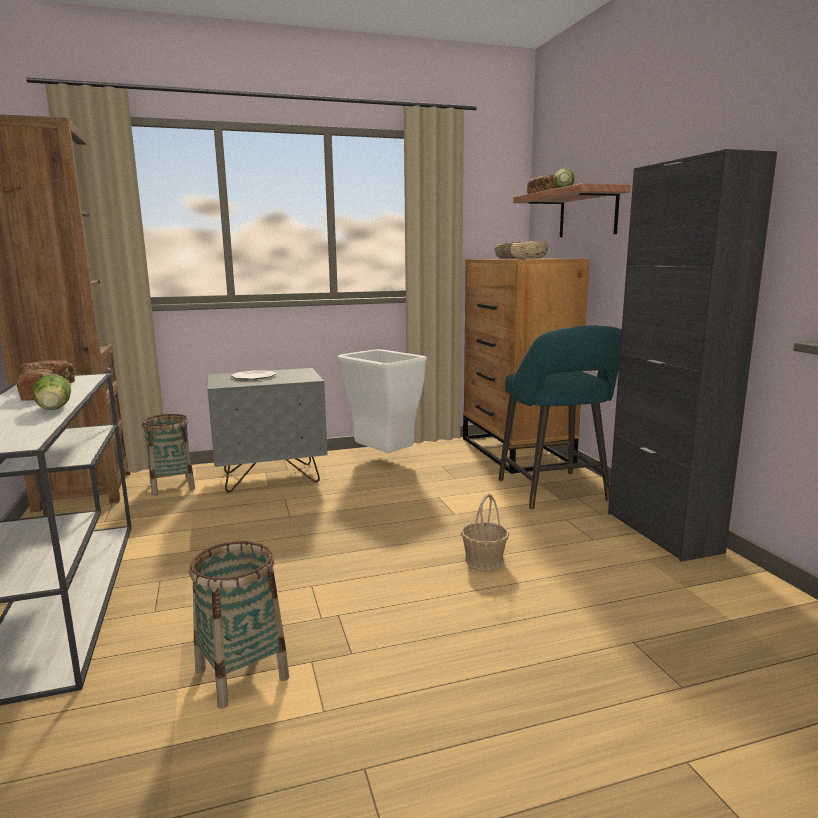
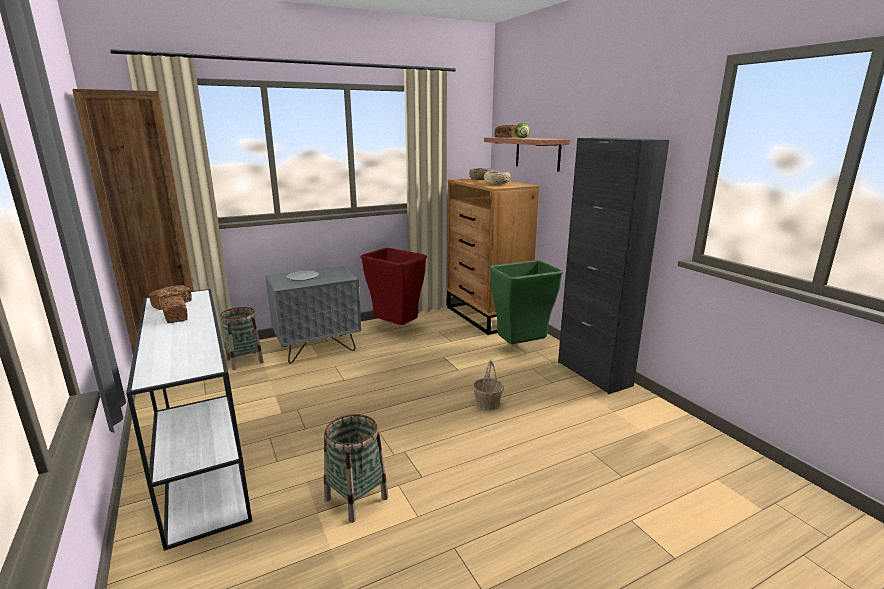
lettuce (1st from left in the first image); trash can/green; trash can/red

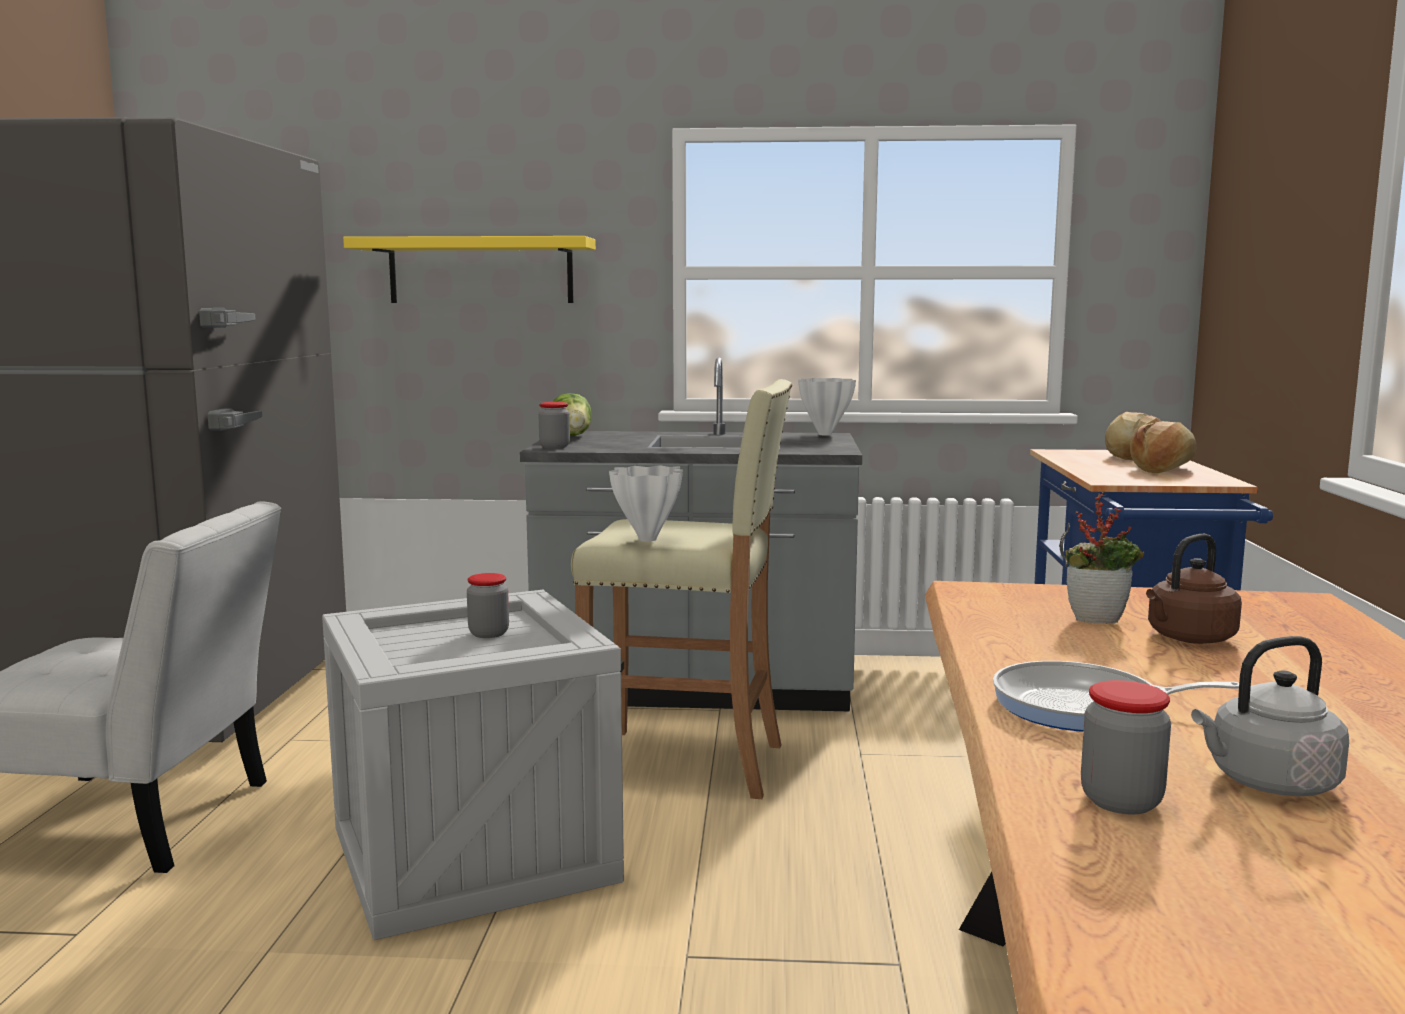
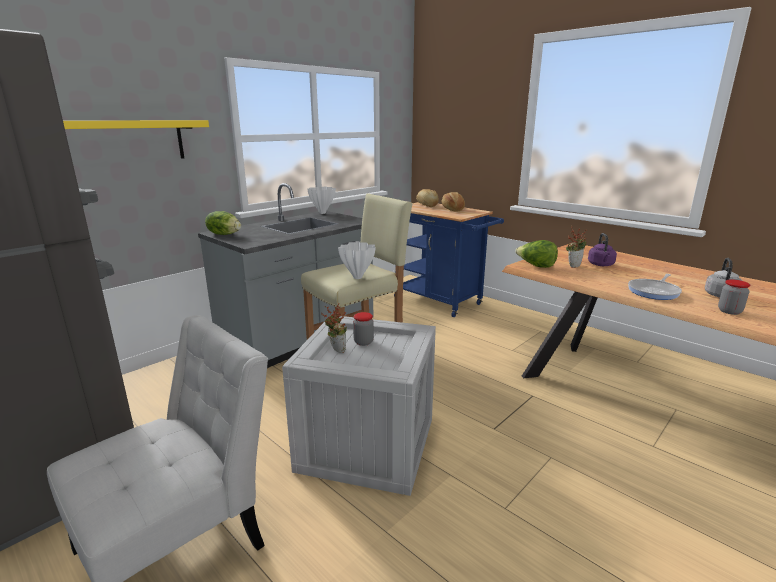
jar (2nd from left in the first image); potted plant (1st from left); lettuce (2nd from left); kettle/purple

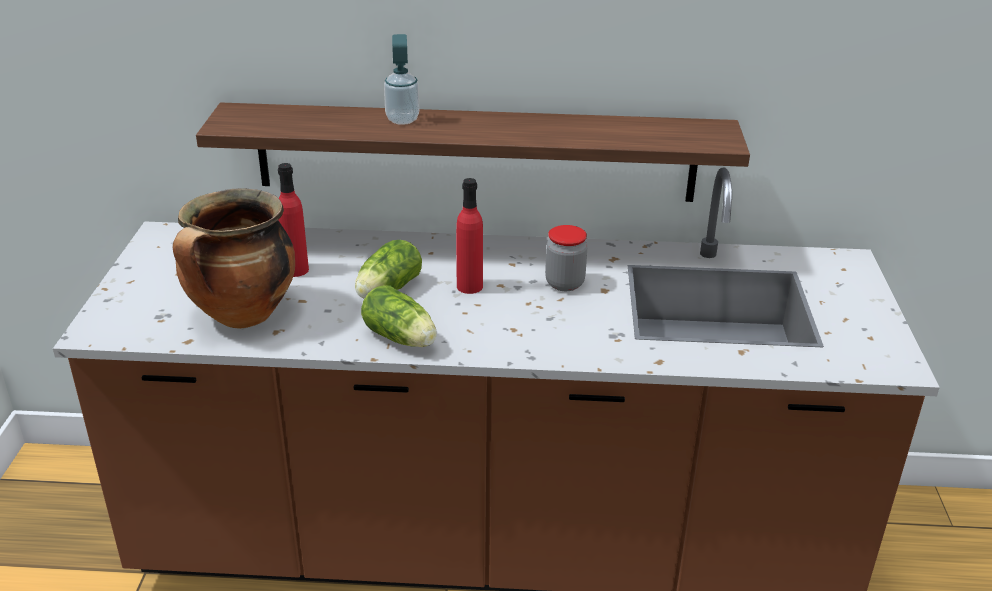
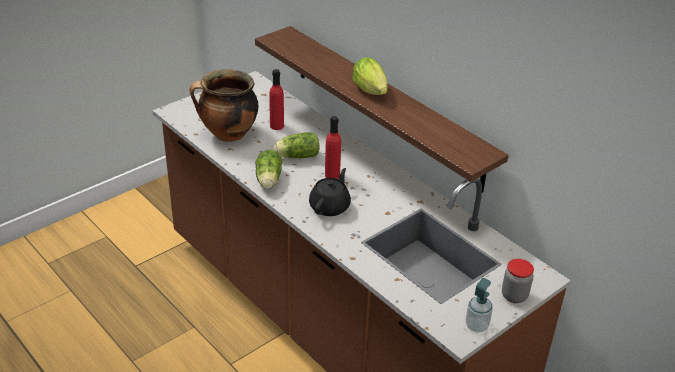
teapot/black; lettuce (3rd from left); soap dispenser; jar

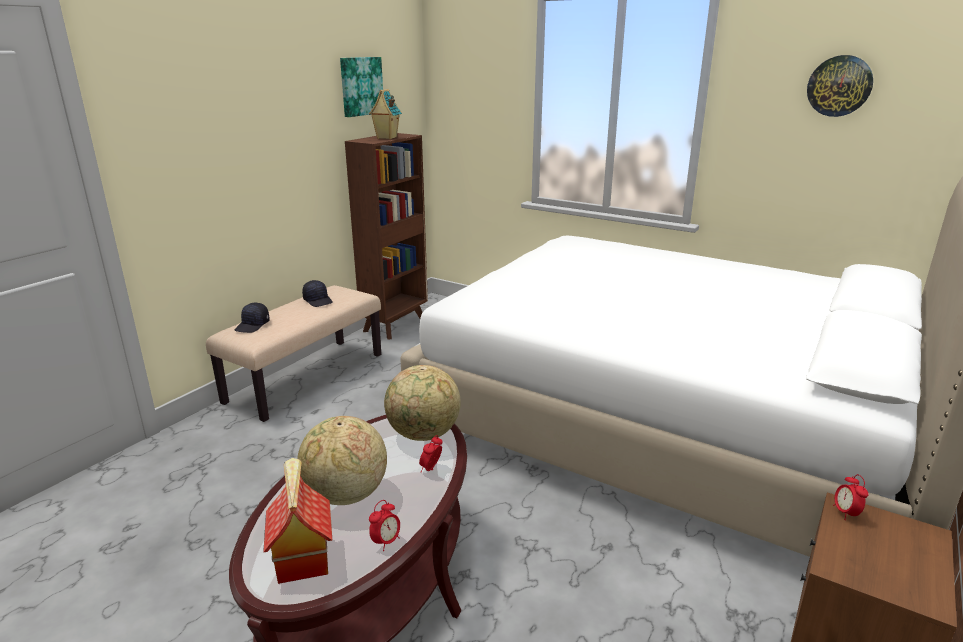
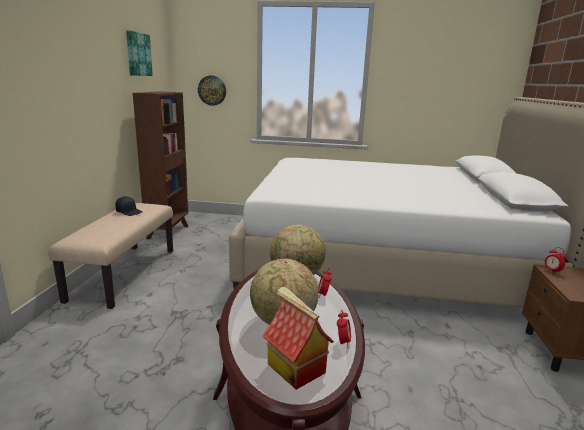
cap/black (1st from left in the first image); toy house (2nd from left in the first image); wall clock

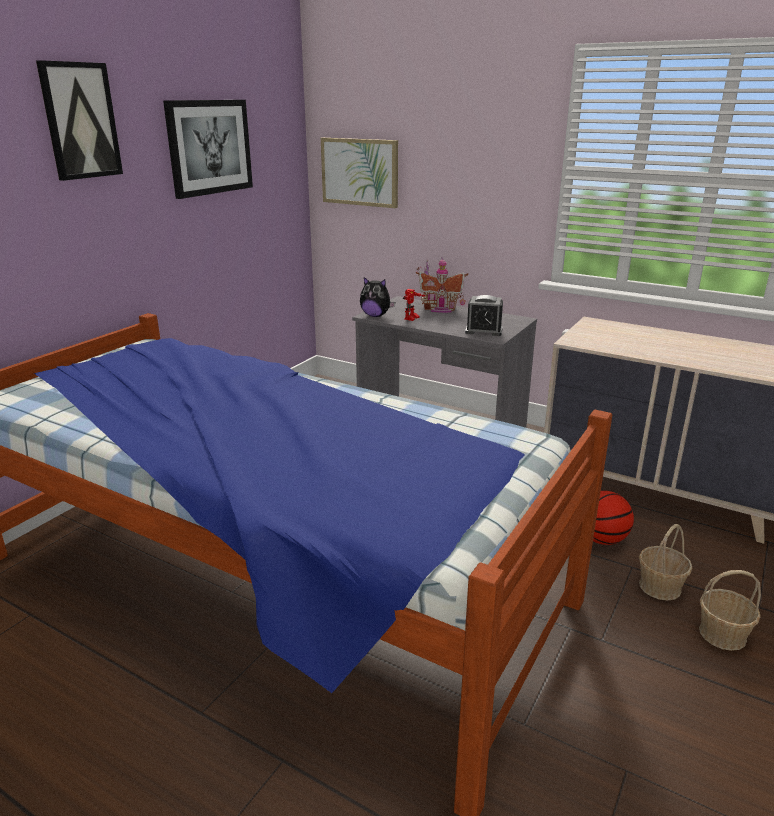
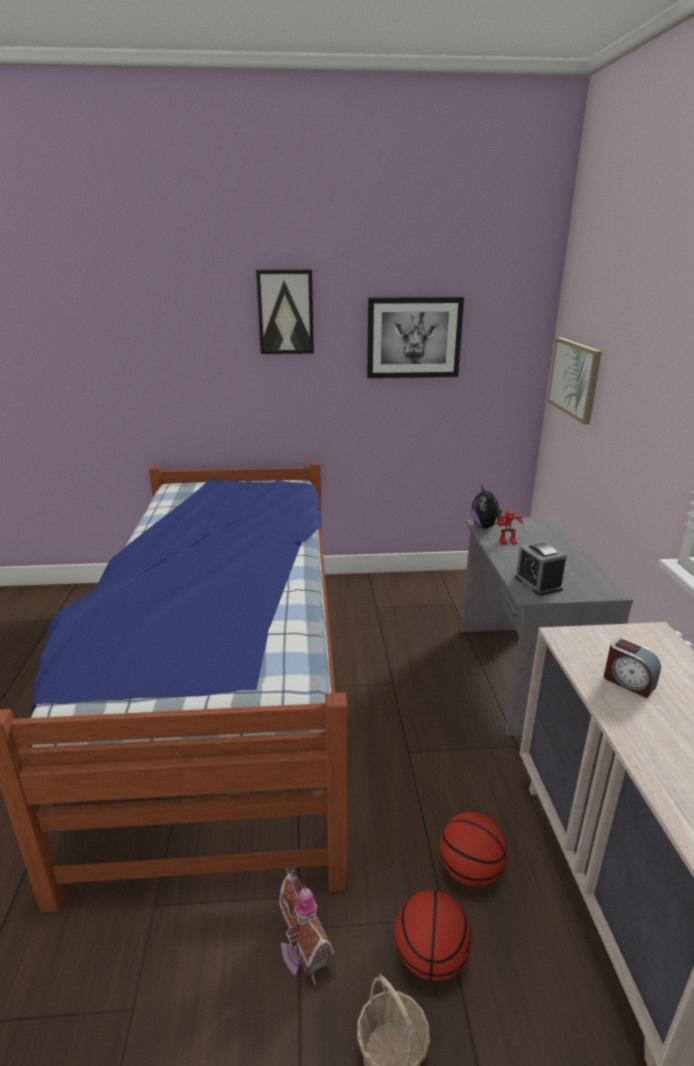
alarm clock (2nd from left); toy house; basketball (1st from left)

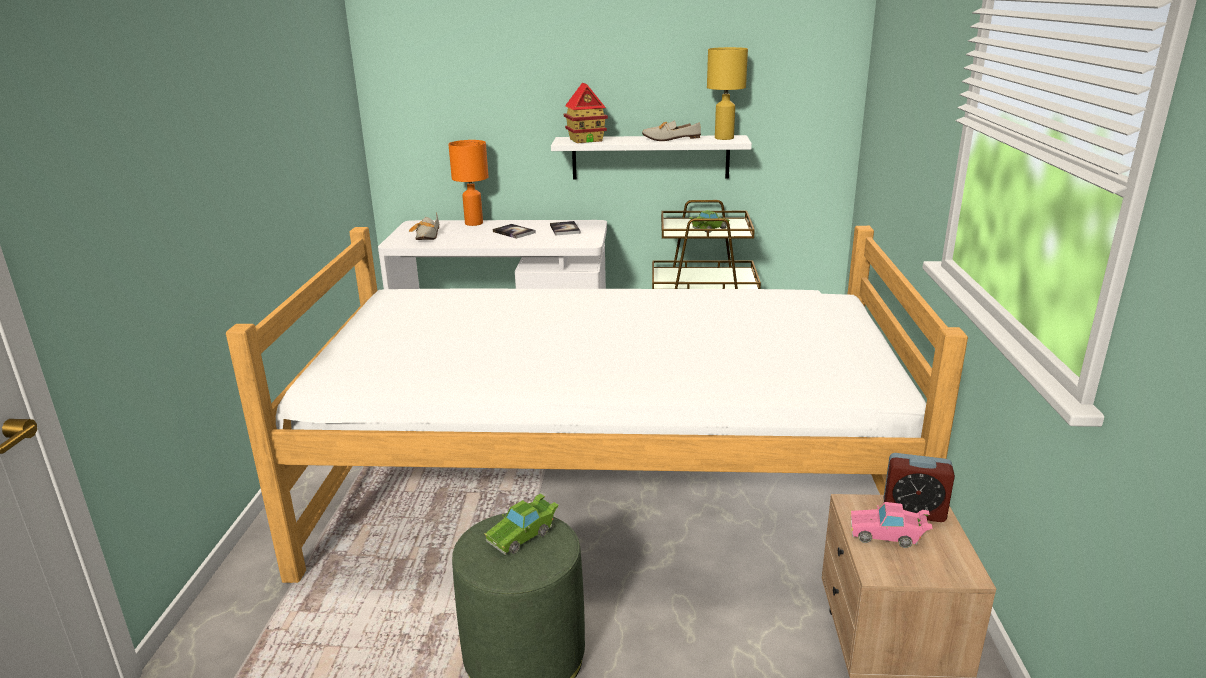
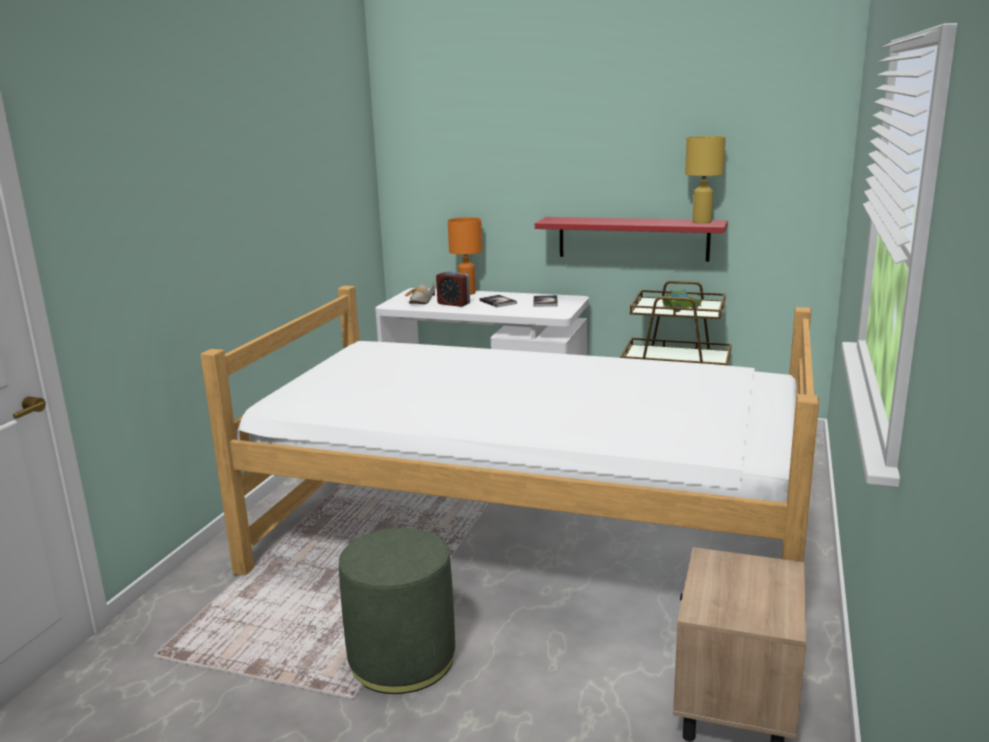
toy car/green (1st from left in the first image); toy house; shoe (2nd from left in the first image); toy car/pink; alarm clock; shelf/red

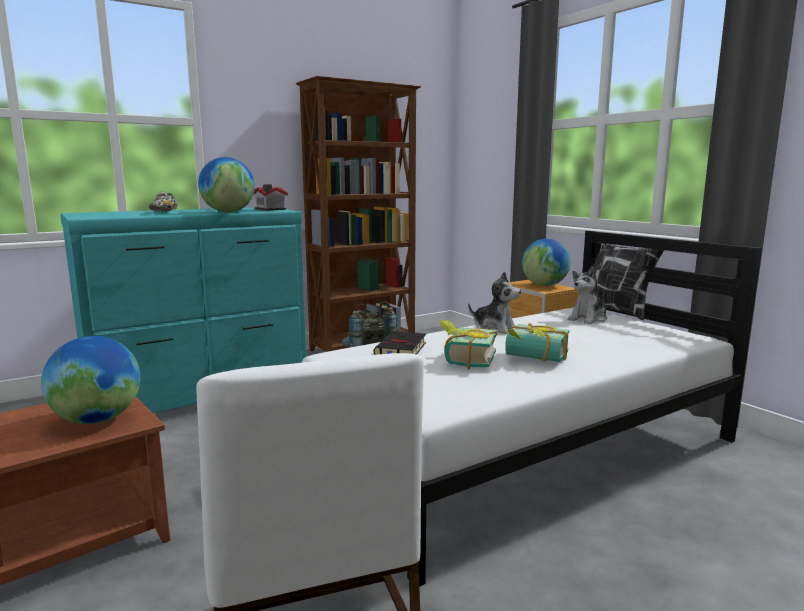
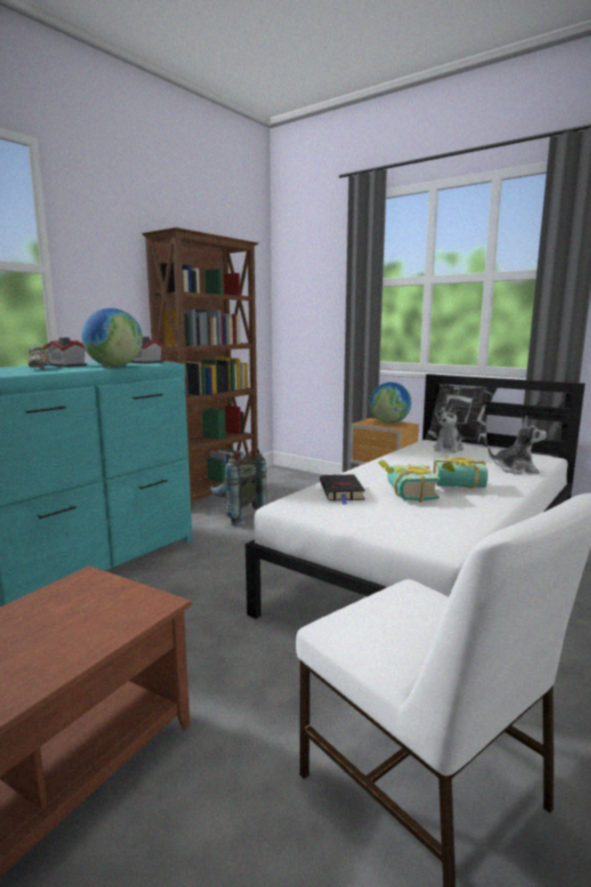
globe (1st from left in the first image); toy house (1st from left); plush toy (2nd from left)

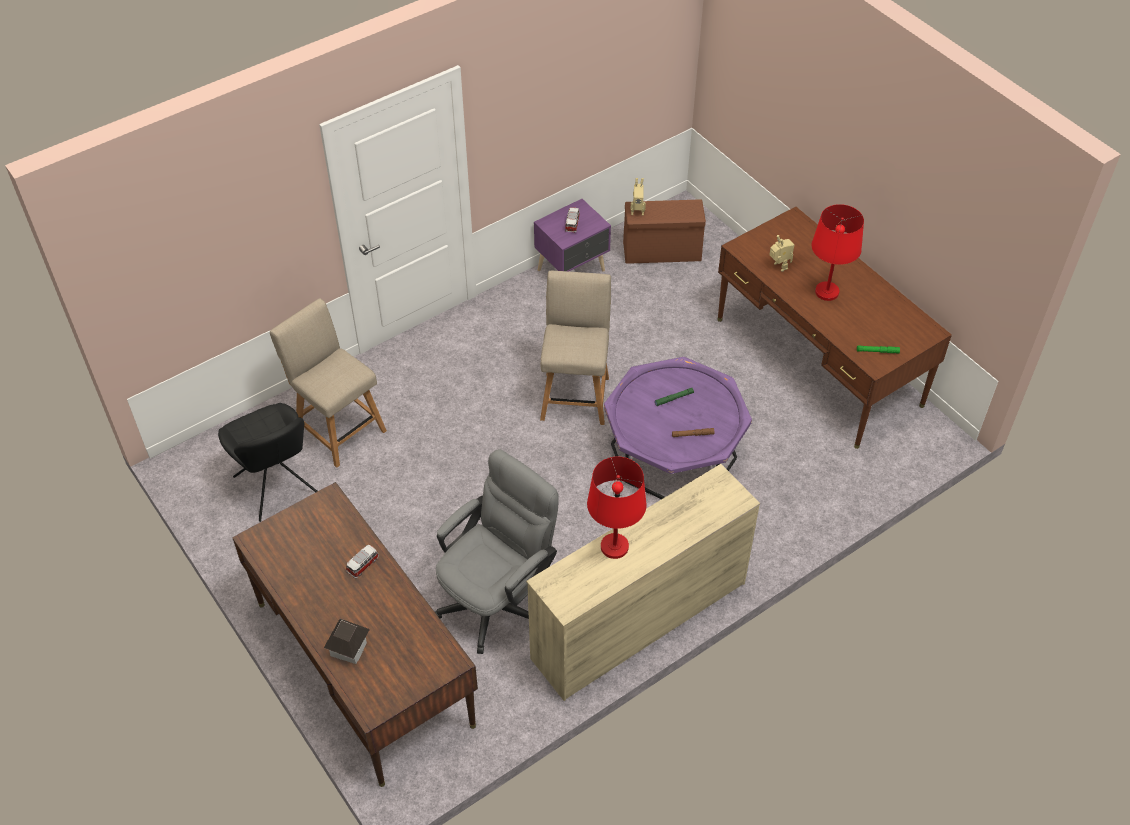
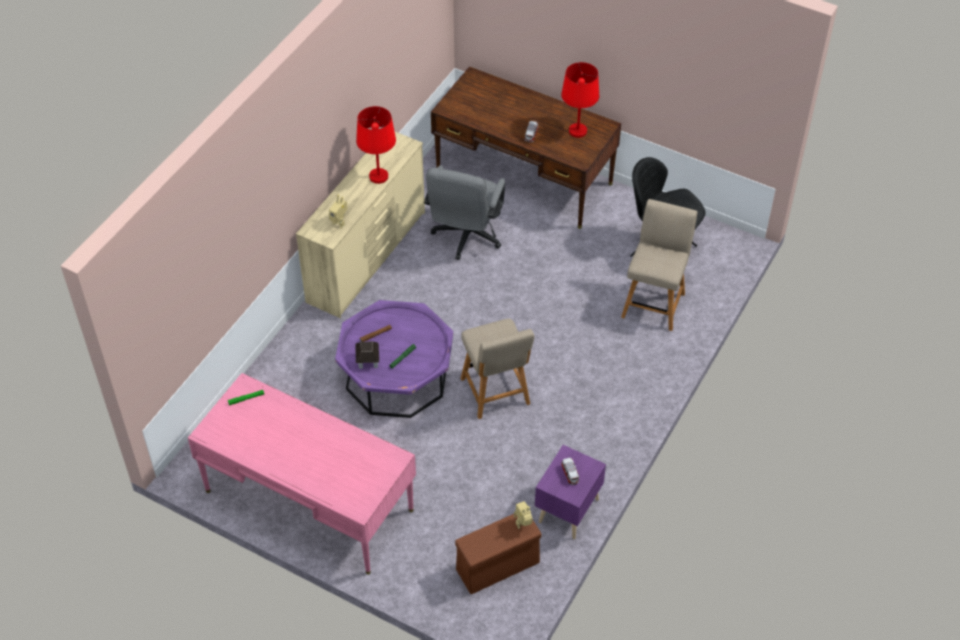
toy house; toy robot (1st from left); table lamp/red (2nd from left); desk/pink; chair/beige (2nd from left)

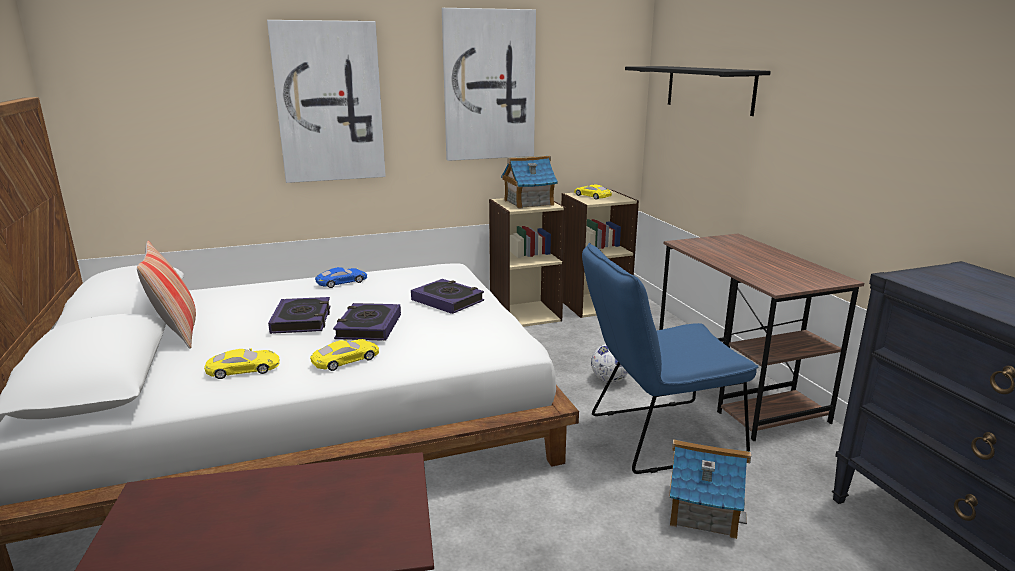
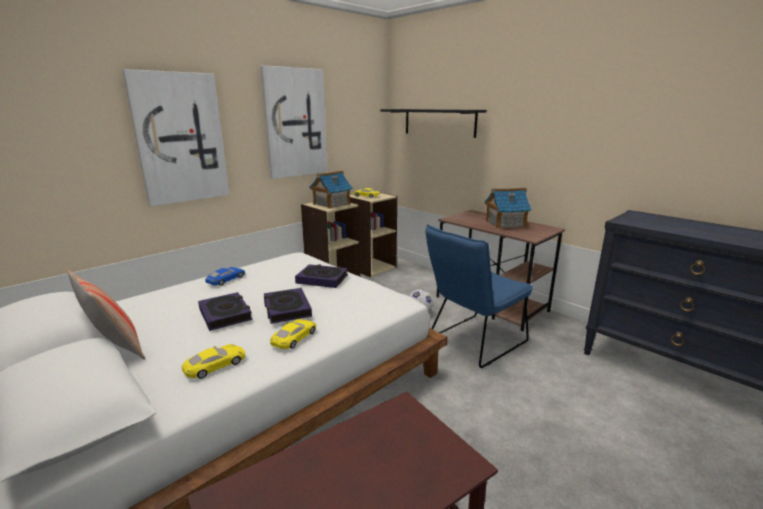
toy house (2nd from left)

